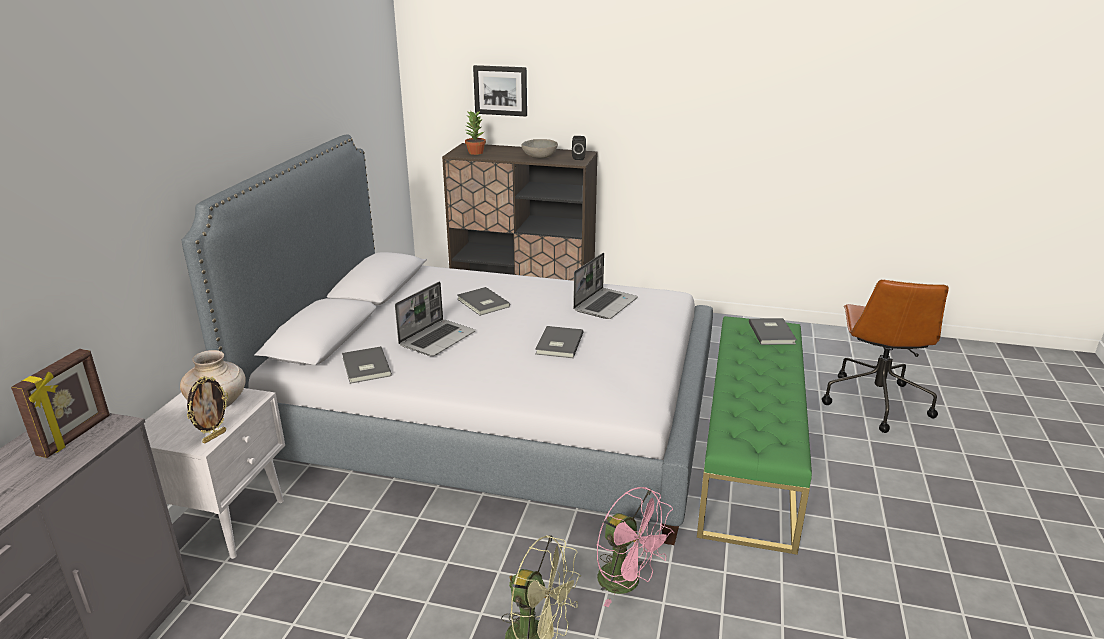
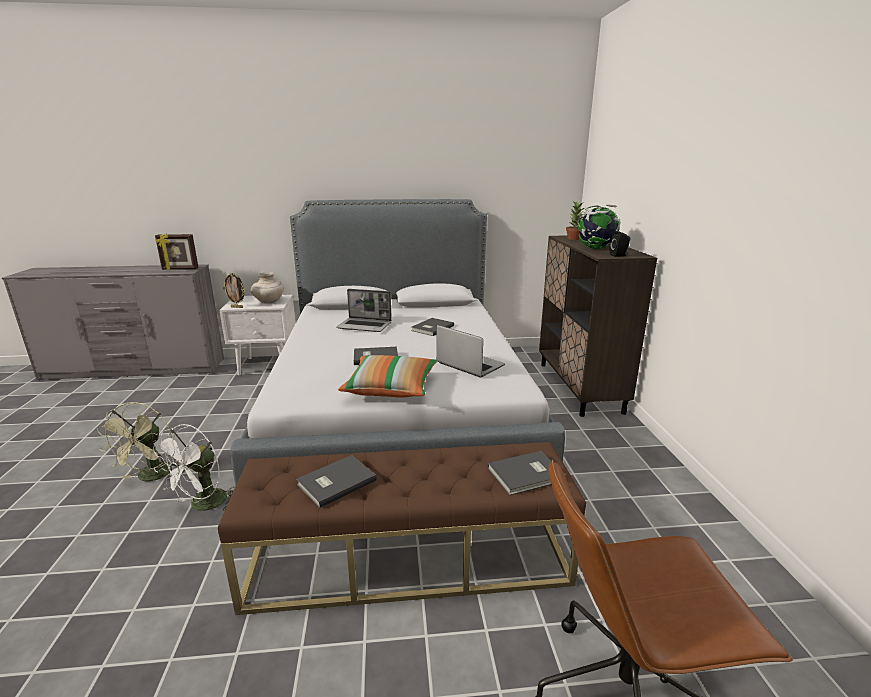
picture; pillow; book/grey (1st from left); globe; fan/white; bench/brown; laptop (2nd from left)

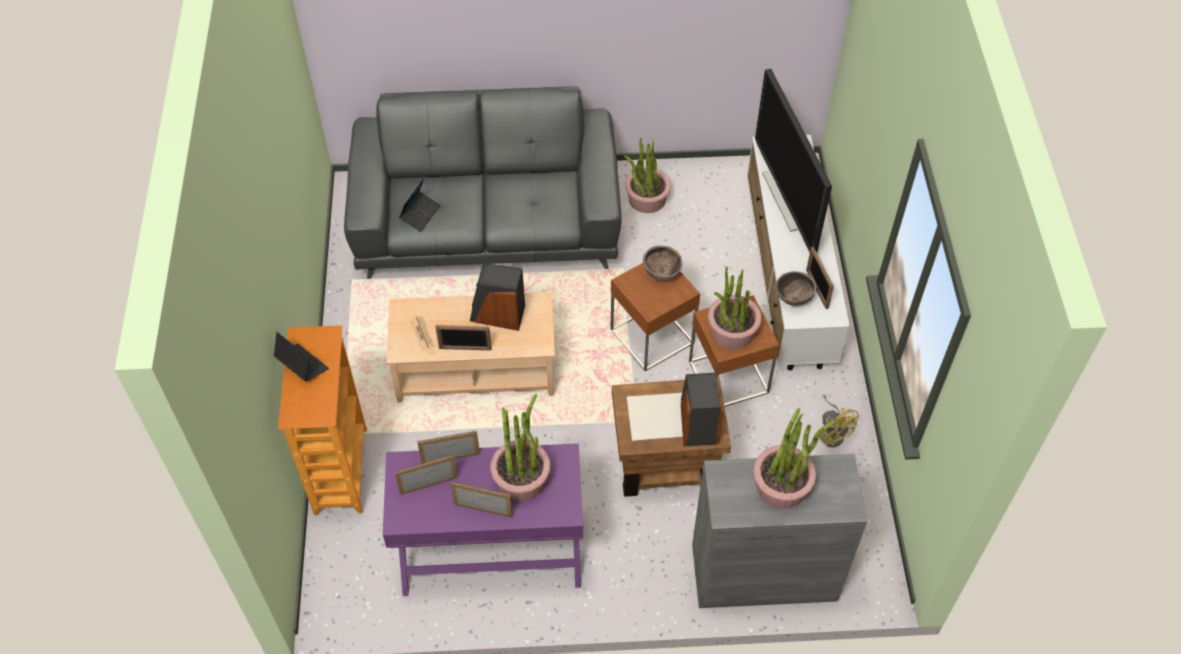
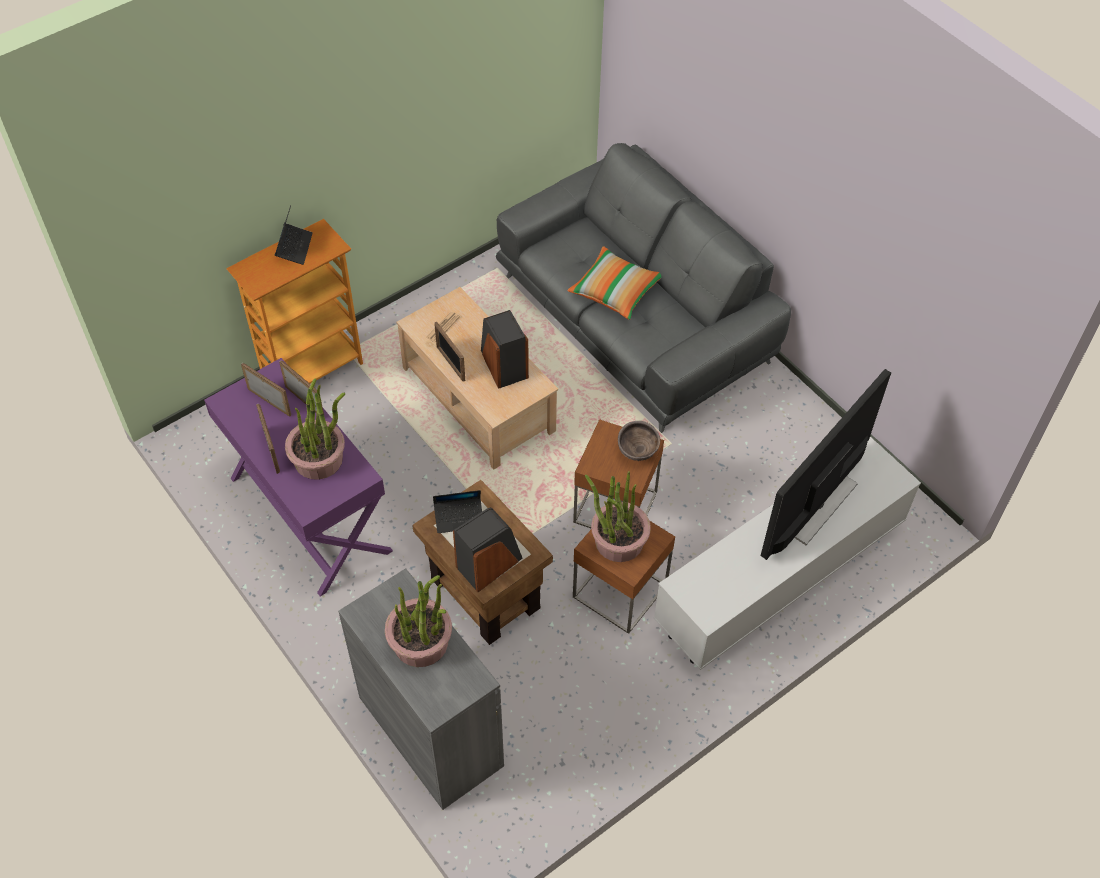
potted plant (2nd from left in the first image); bowl/brown (2nd from left in the first image); picture frame (5th from left in the first image); fan/yellow; pillow; laptop (2nd from left)

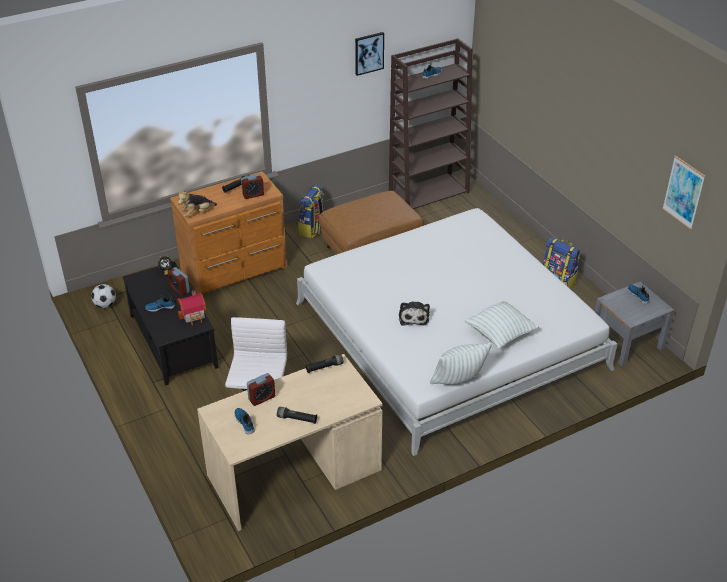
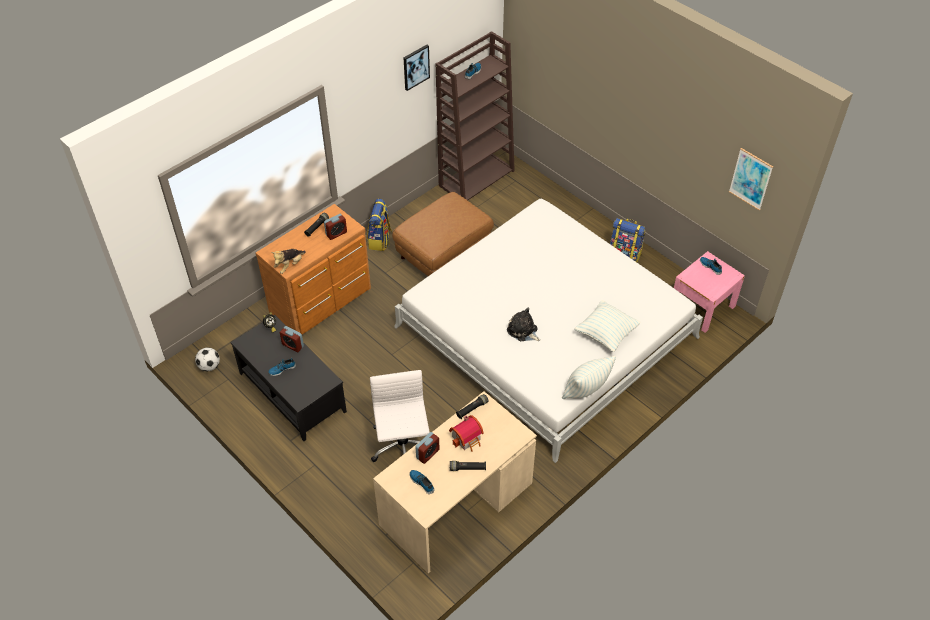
toy house; nightstand/pink; plush toy (2nd from left)

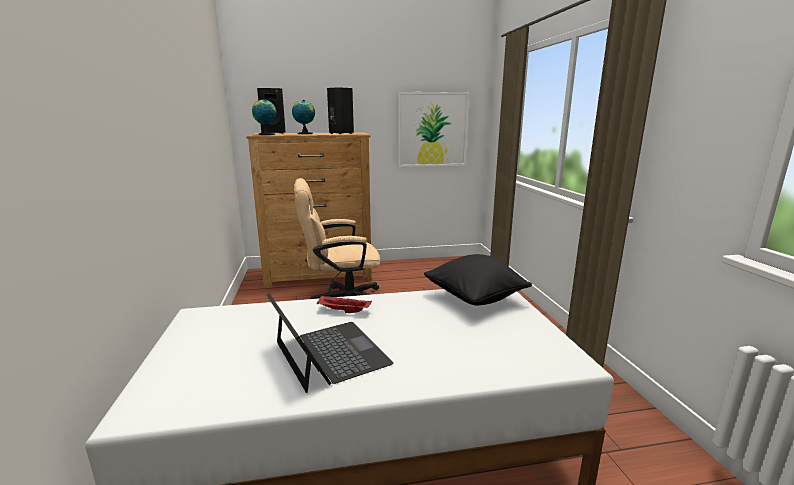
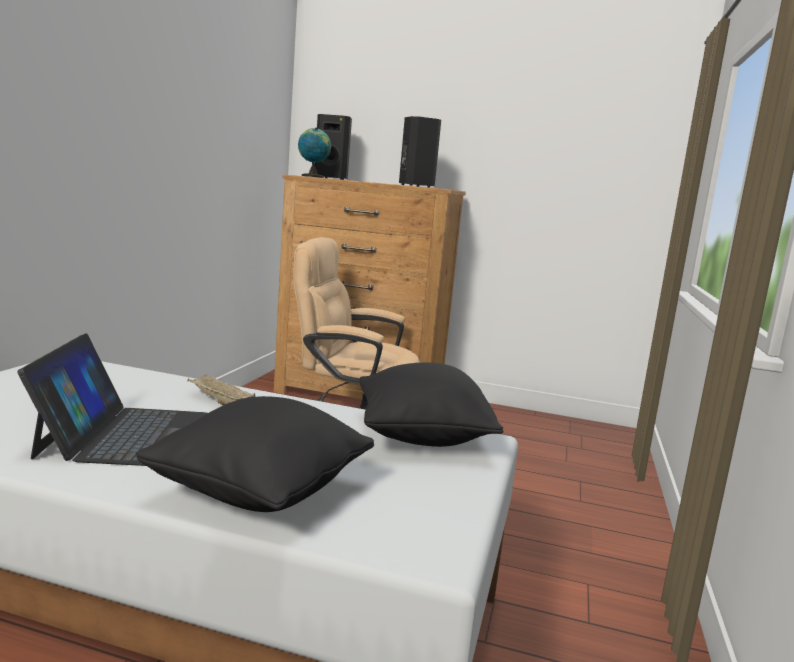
globe (2nd from left in the first image); picture; pillow/black (1st from left); tray/beige

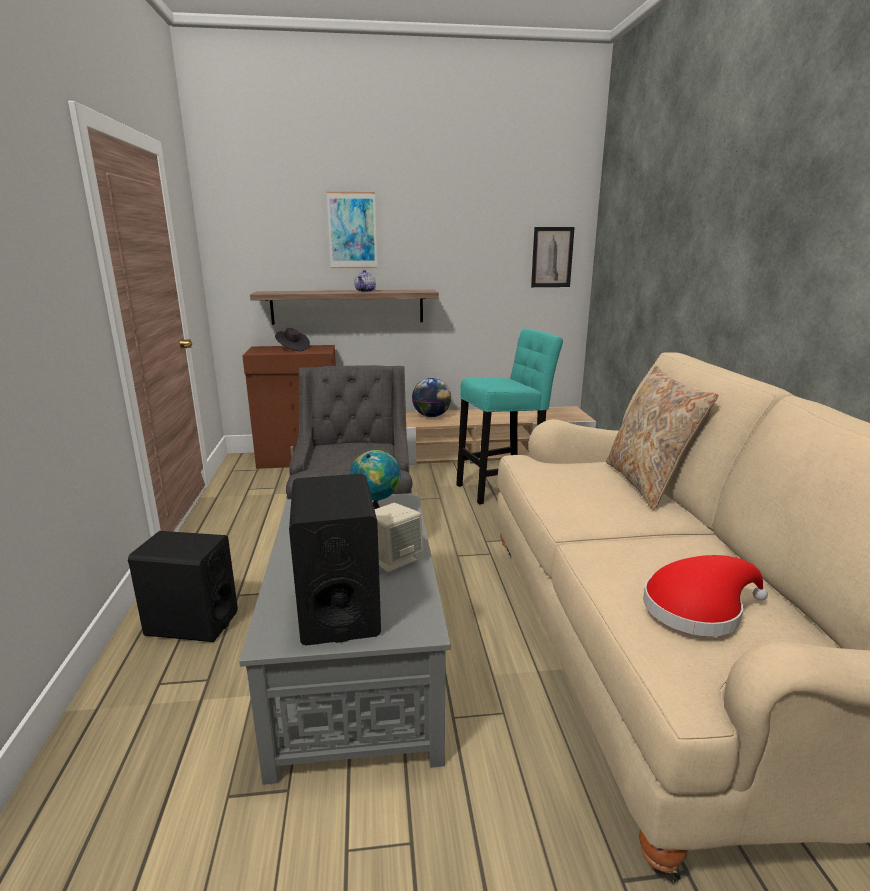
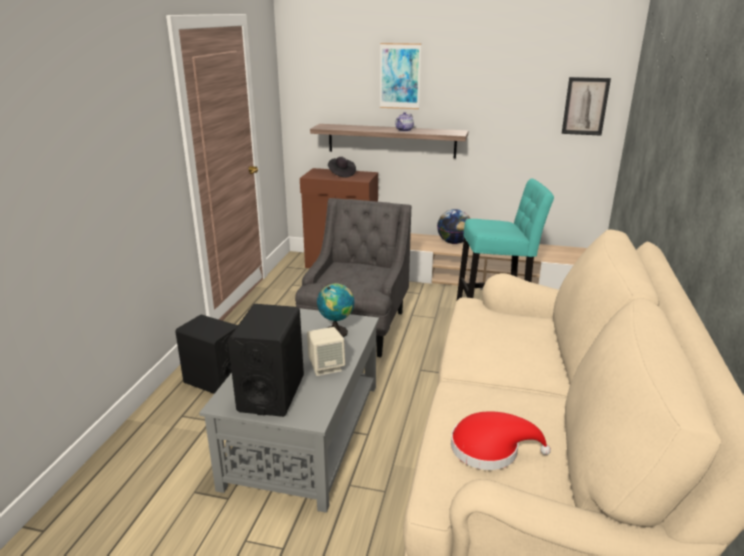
pillow/beige

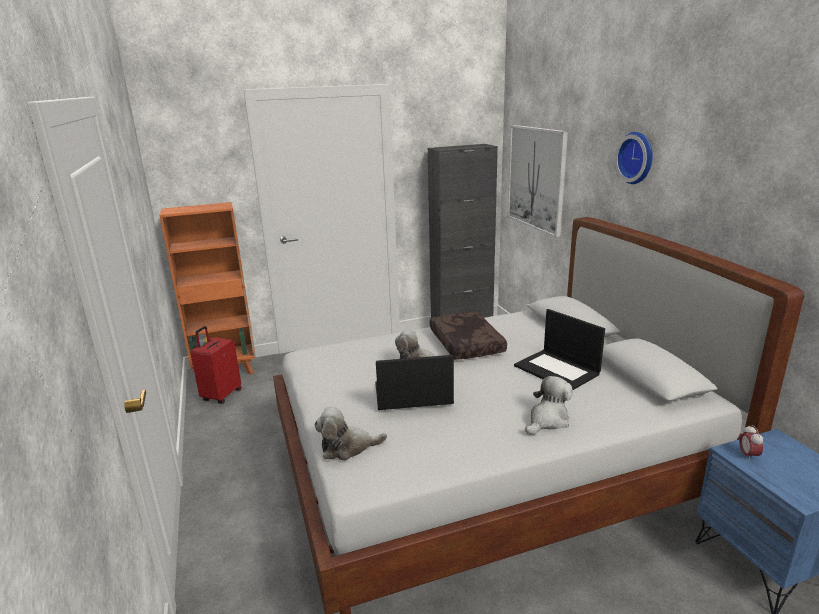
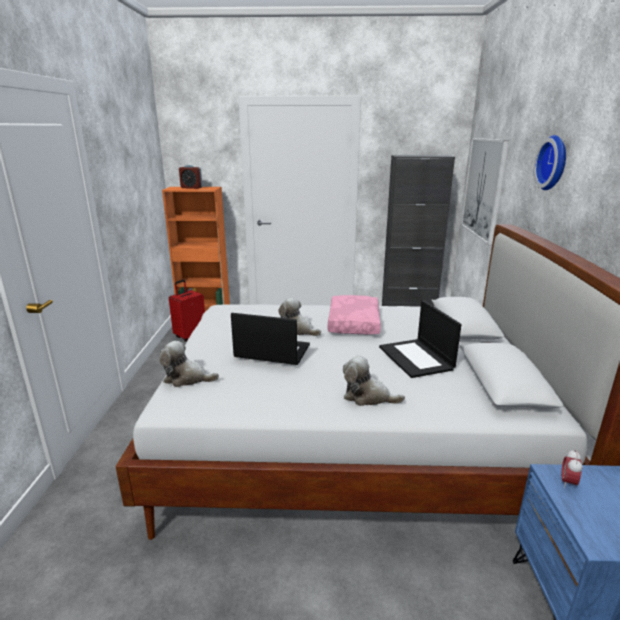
alarm clock (1st from left); pillow/pink; plush toy (3rd from left)

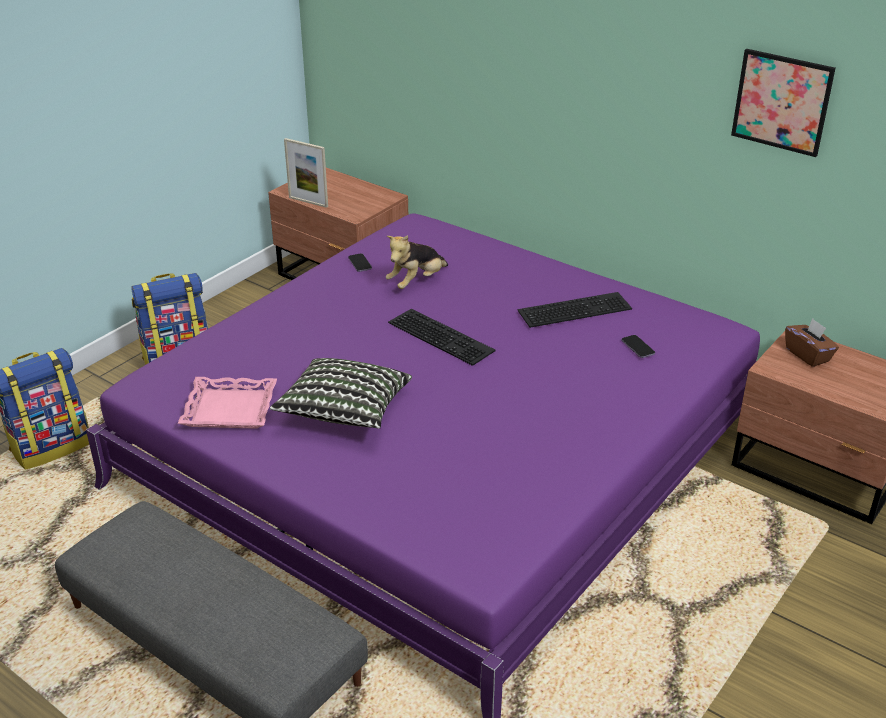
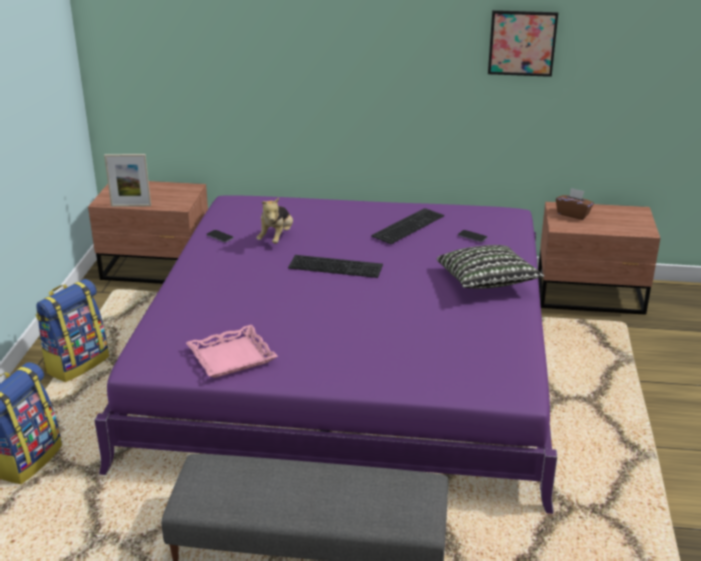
pillow

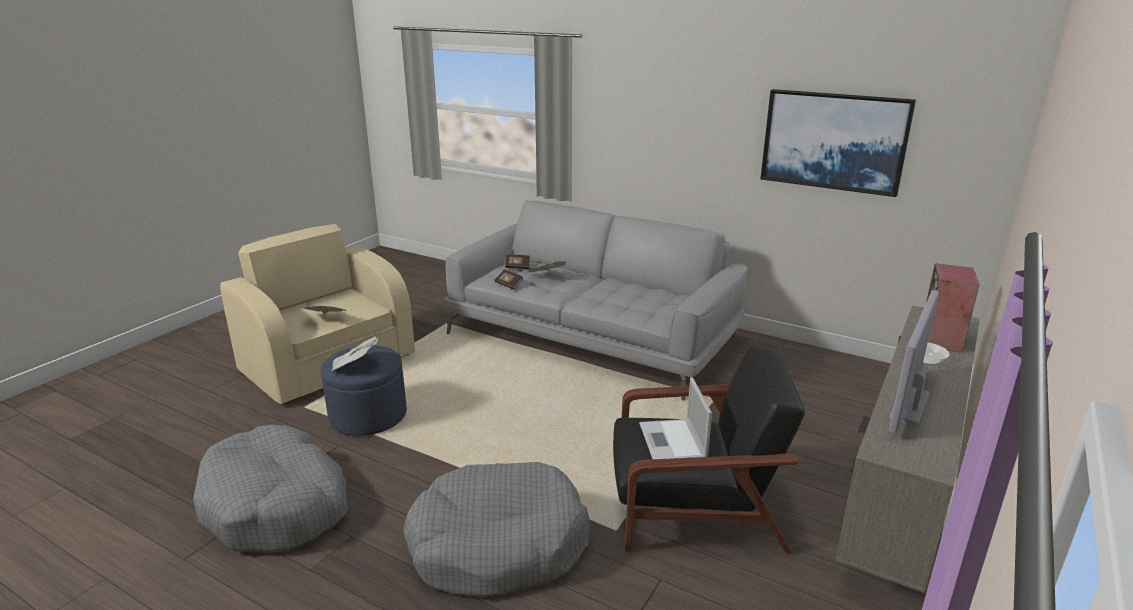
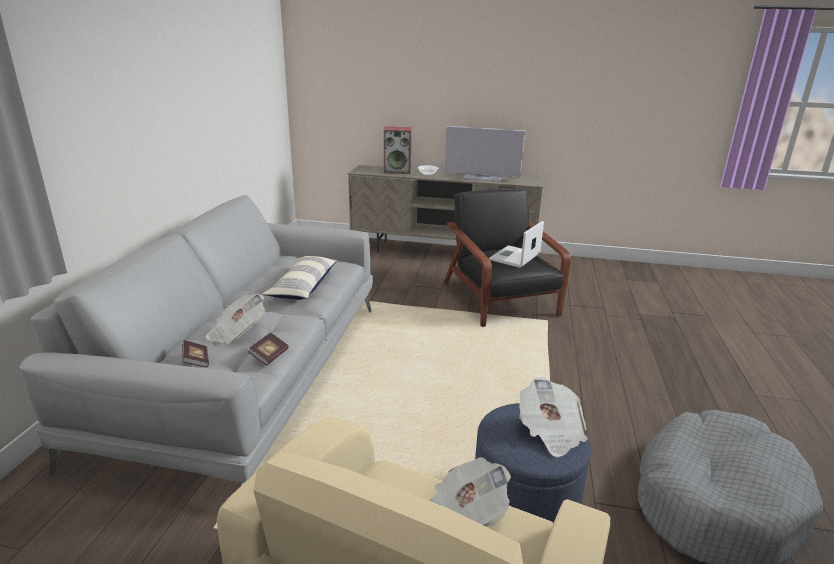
dog bed/grey (2nd from left in the first image); picture; pillow; laptop

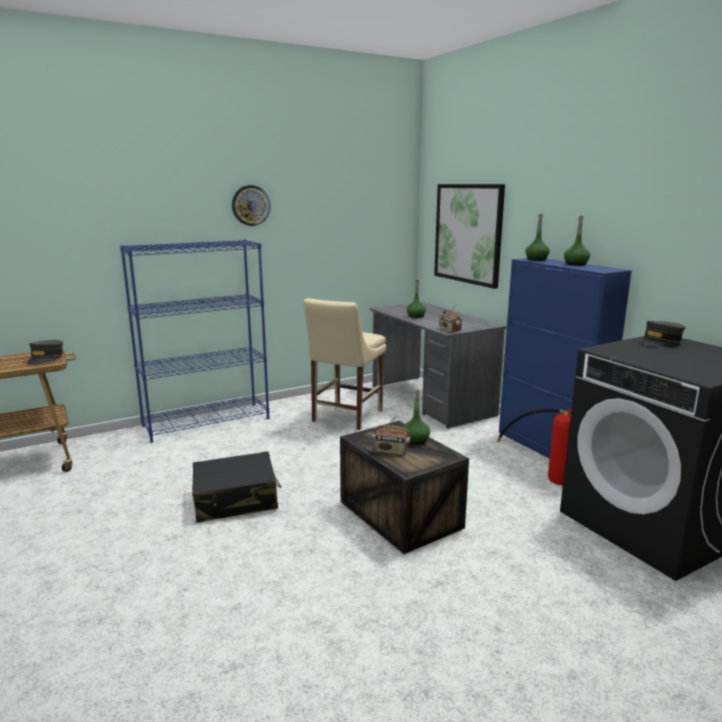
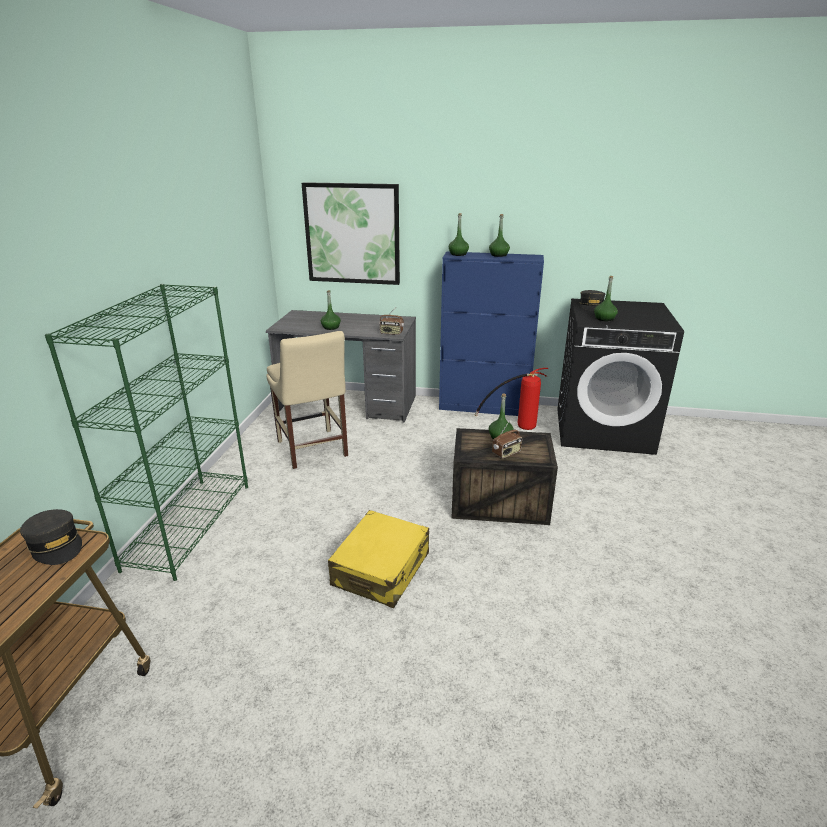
wall clock; bottle/green (5th from left); bookcase/green; suitcase/yellow

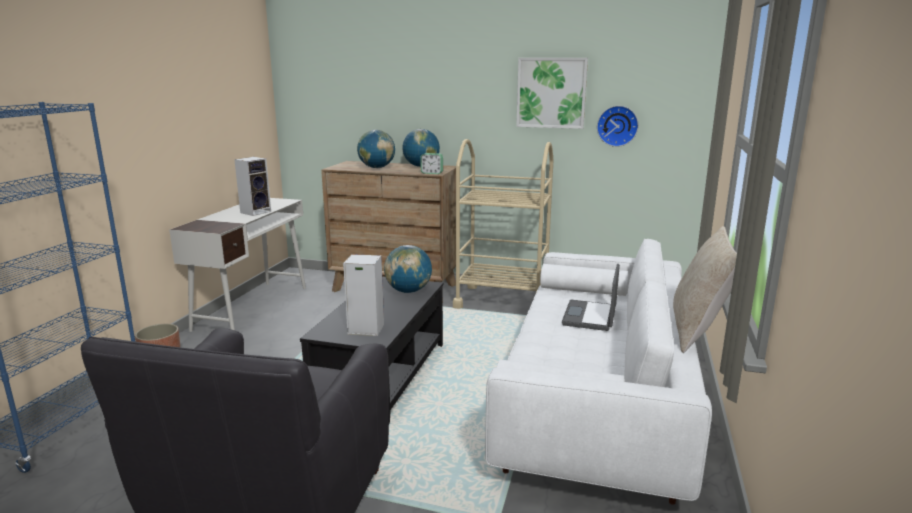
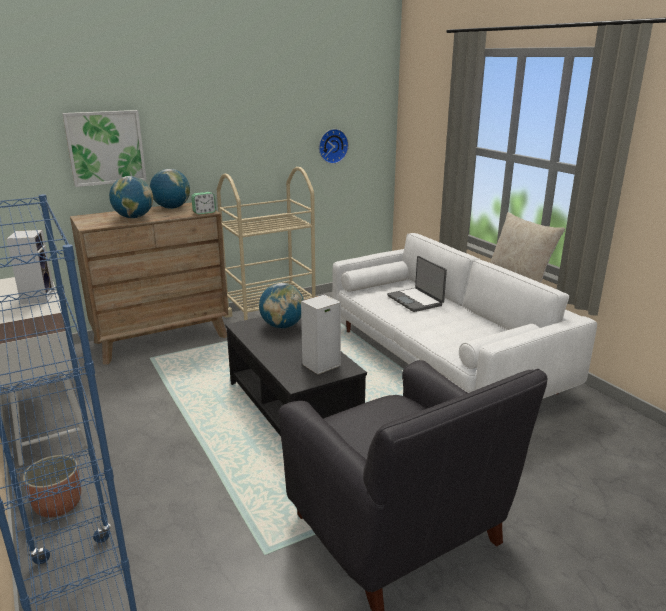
picture

